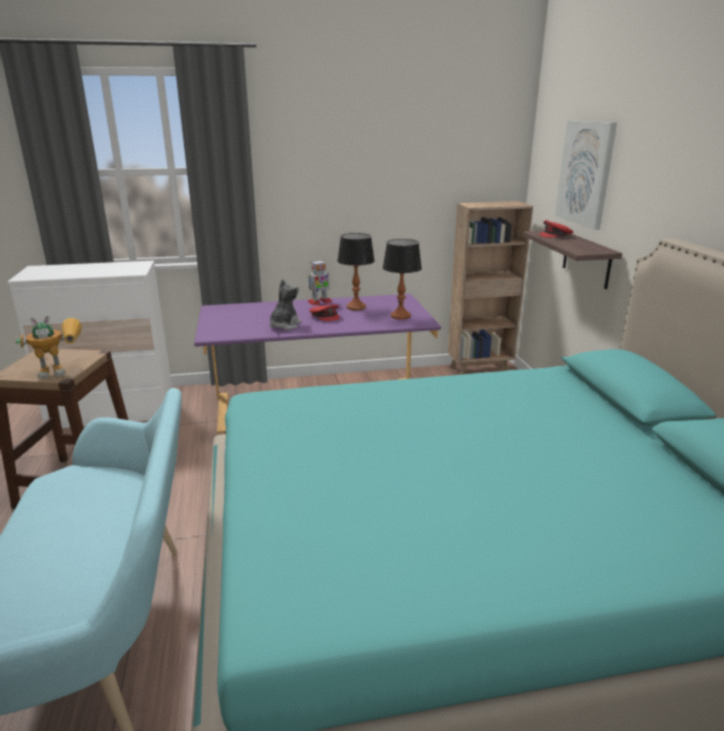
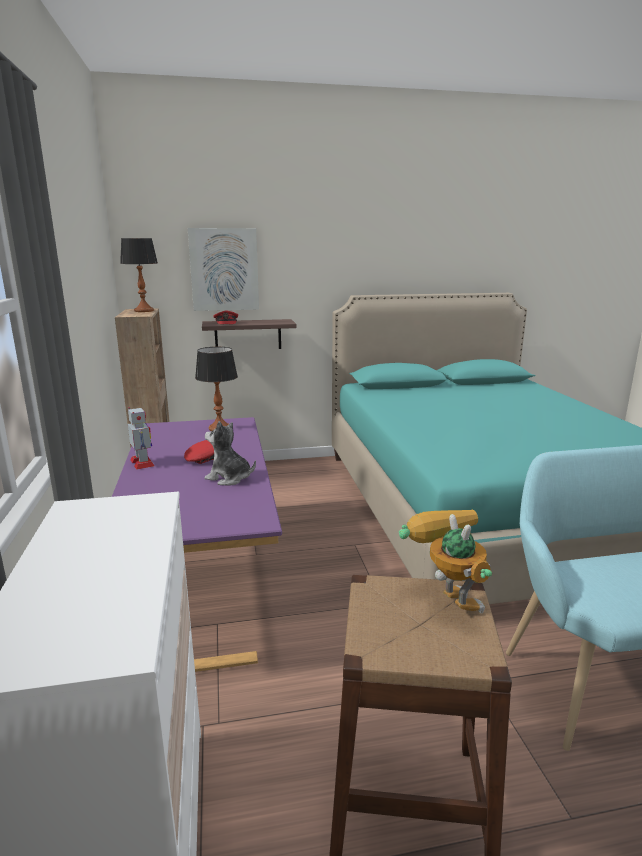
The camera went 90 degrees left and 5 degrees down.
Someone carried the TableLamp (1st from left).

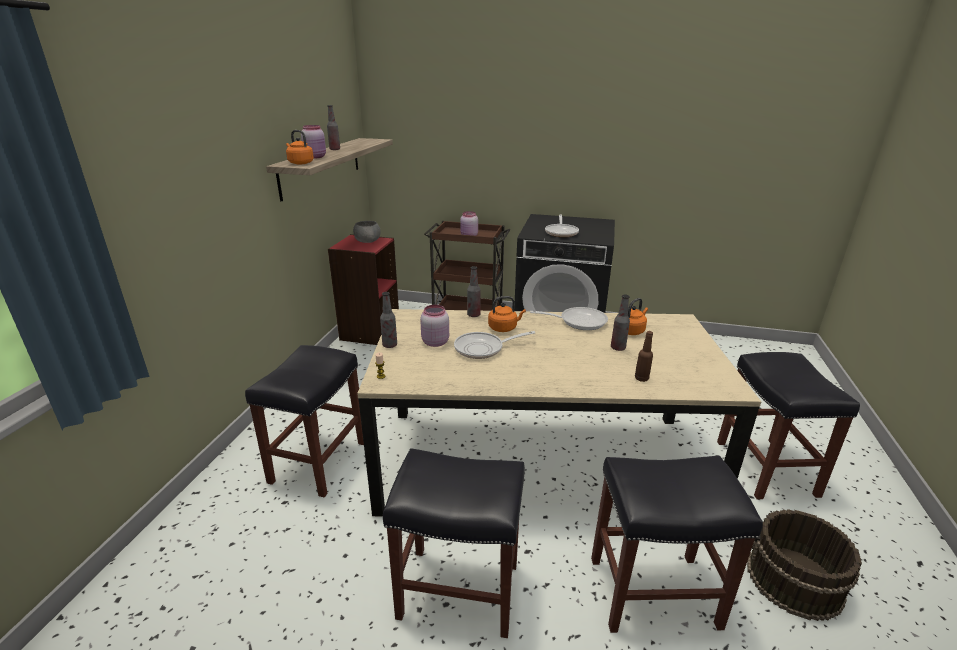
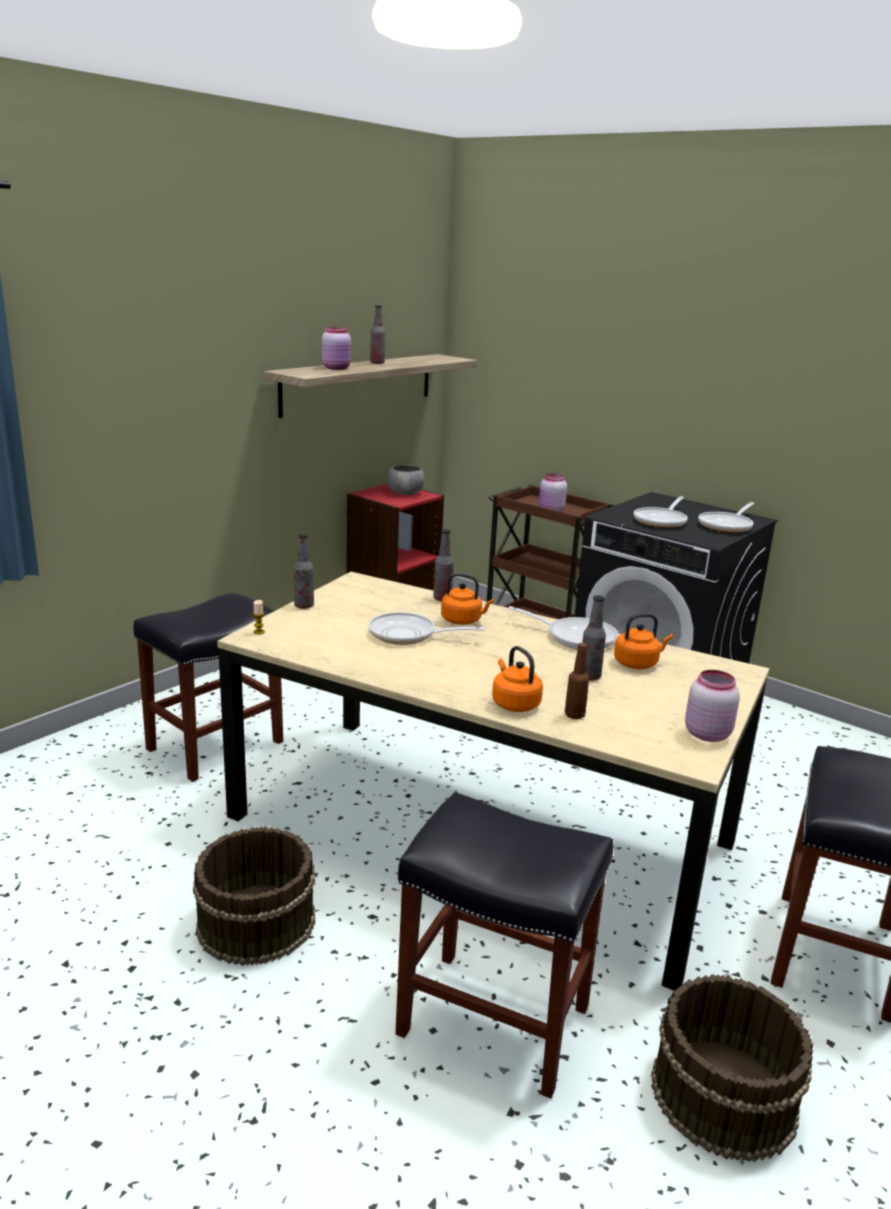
The camera went 25 degrees right and 5 degrees down.
Someone carried the OrangeKettle (1st from left in the first image).
Someone carried the PinkJar (2nd from left in the first image).
Someone swapped the BlackStool (2nd from left) for the BrownBucket (1st from left).
Someone put down the FryingPan (4th from left).

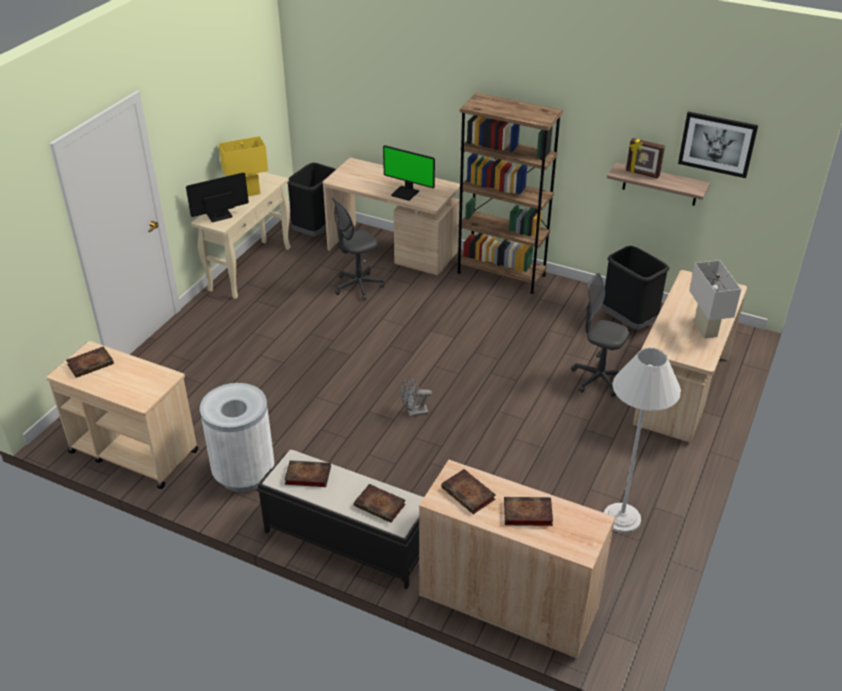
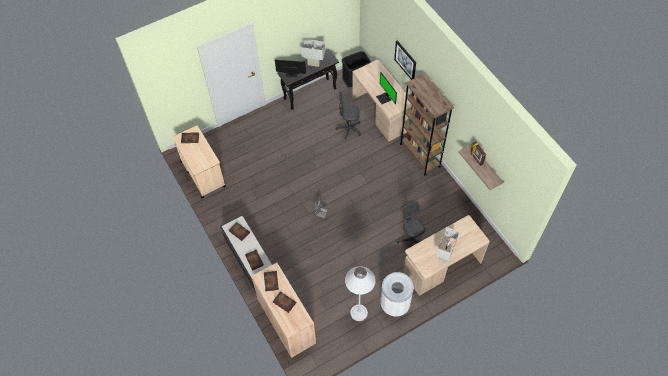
The camera went 35 degrees right and 20 degrees up.
Someone carried the Picture.
Someone repainted the YellowTableLamp, which became the WhiteTableLamp (1st from left).
Someone repainted the BeigeConsoleTable, which became the BlackConsoleTable.
Someone took away the BlackTrashCan (2nd from left).
Someone carried the WhiteTrashCan.

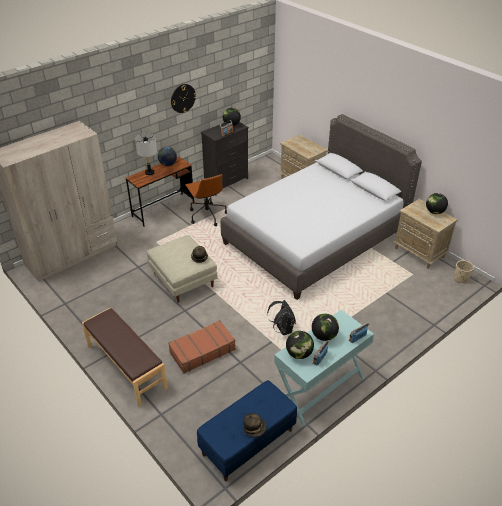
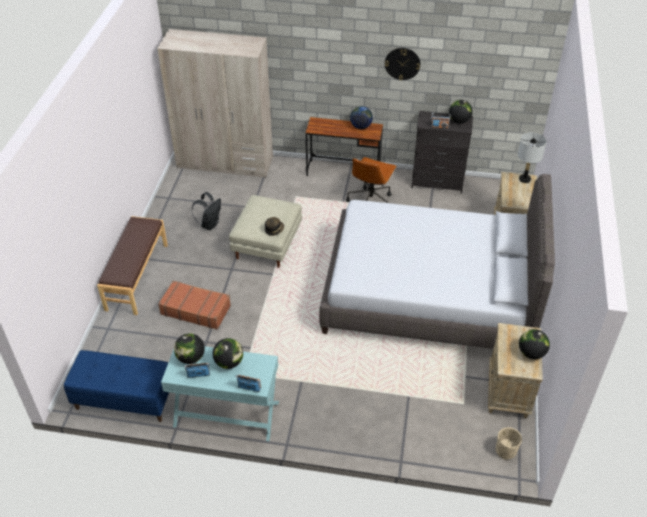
The camera went 50 degrees right and 5 degrees up.
Someone carried the GreyTableLamp.
Someone carried the BlackBackpack.
Someone took away the Hat (2nd from left).

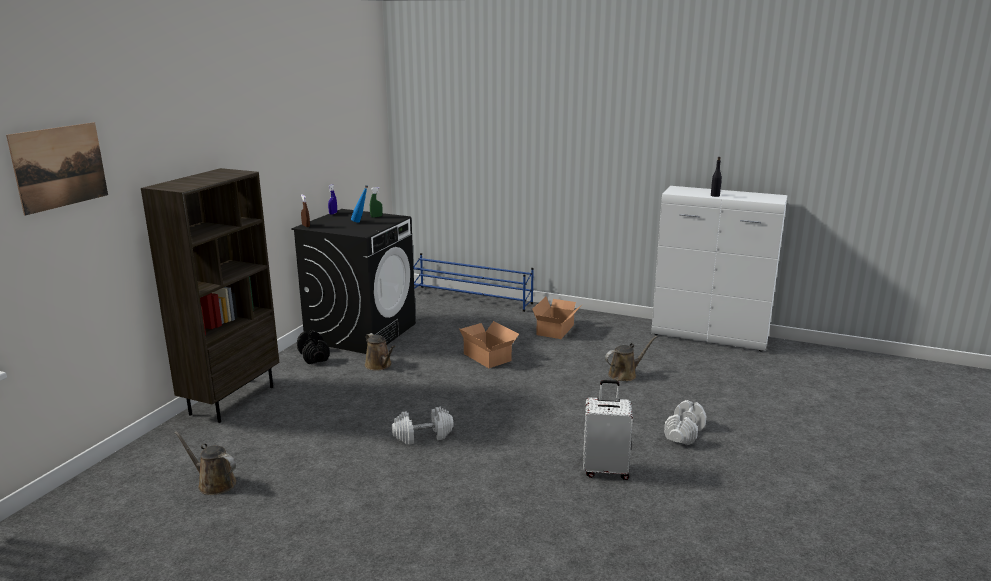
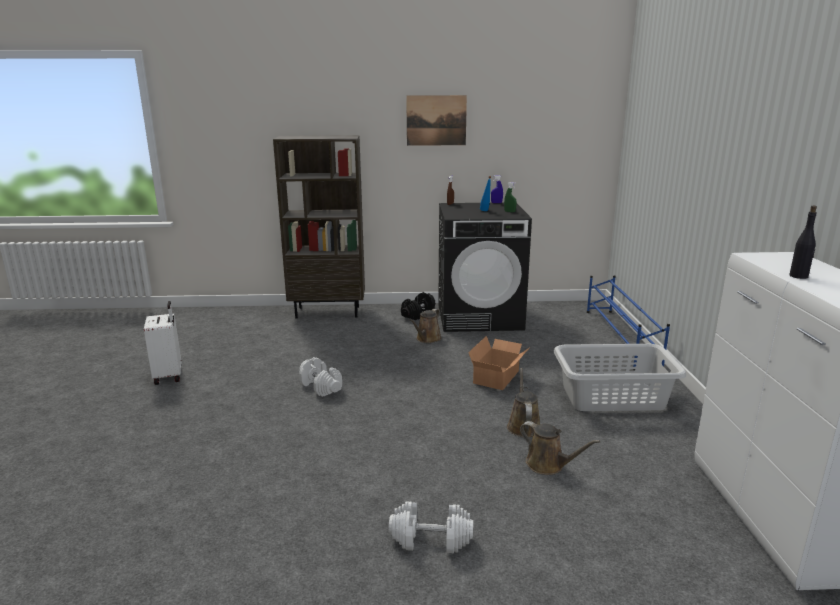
The camera went 65 degrees right and 0 degrees up.
Someone carried the Picture.
Someone swapped the CardboardBox (2nd from left) for the GreyLaundryBasket.
Someone carried the WhiteSuitcase.
Someone carried the BrownWateringCan (1st from left in the first image).

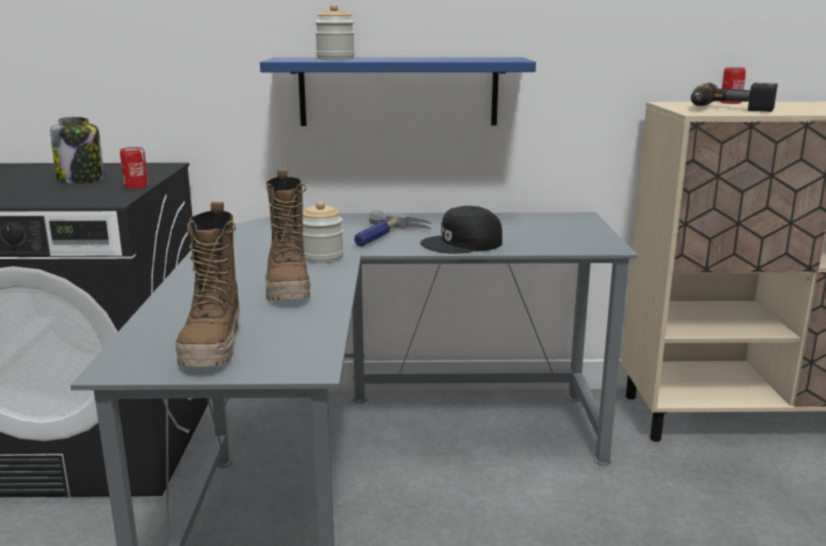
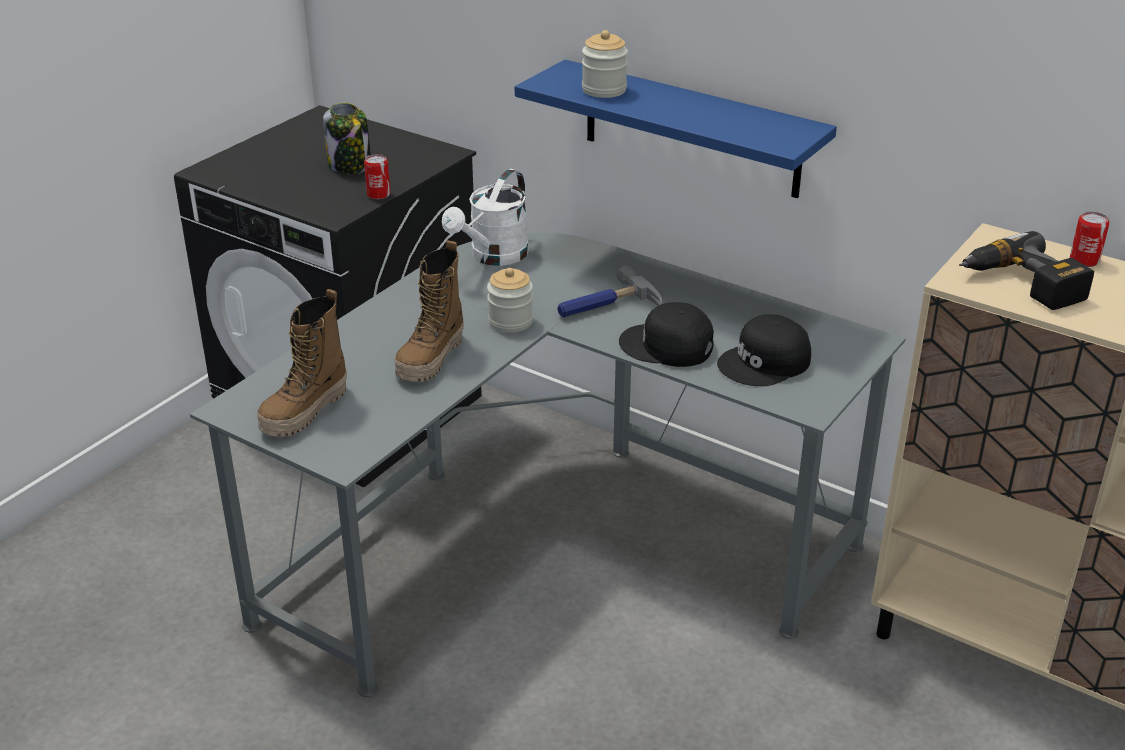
The camera went 35 degrees right and 15 degrees up.
Someone put down the WhiteWateringCan.
Someone put down the BlackCap (2nd from left).

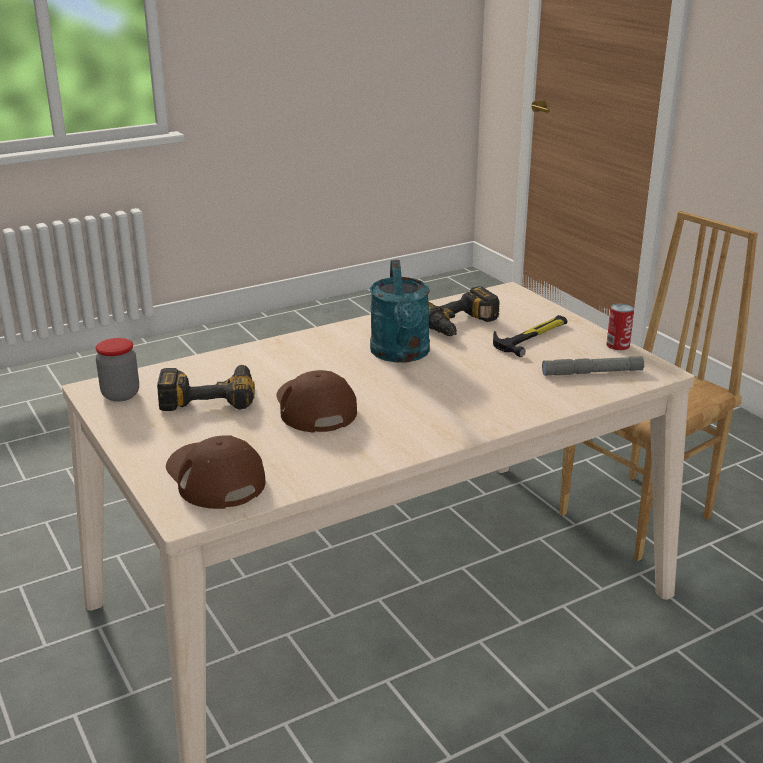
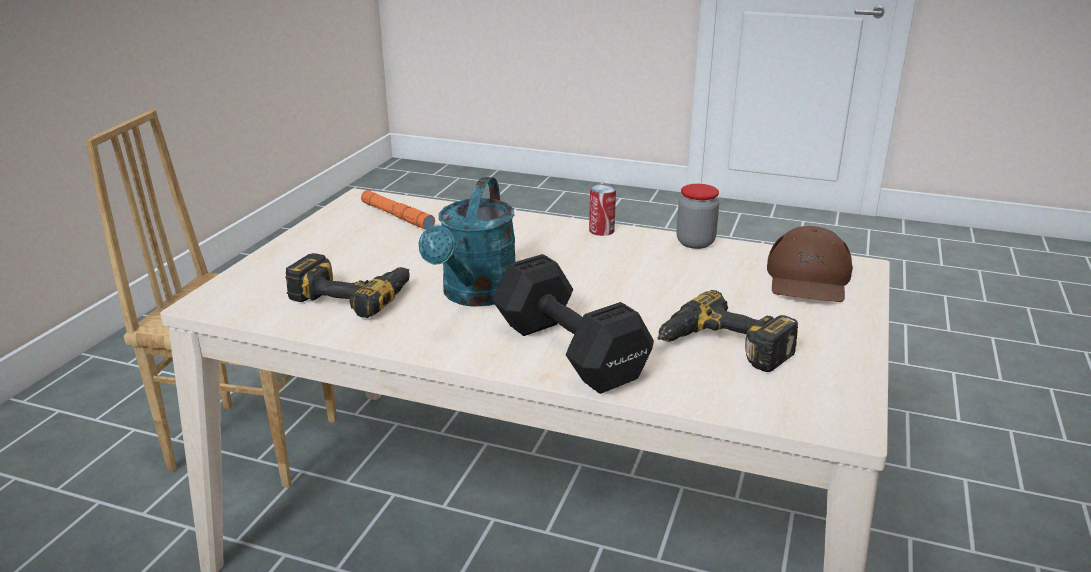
The camera went 130 degrees left and 0 degrees up.
Someone rotated the TurquoiseWateringCan by 150 degrees clockwise.
Someone carried the Can.
Someone took away the Hammer.
Someone carried the Jar.
Someone repainted the GreyFlashlight, which became the OrangeFlashlight.
Someone took away the BrownCap (2nd from left).
Someone put down the BlackDumbbell.

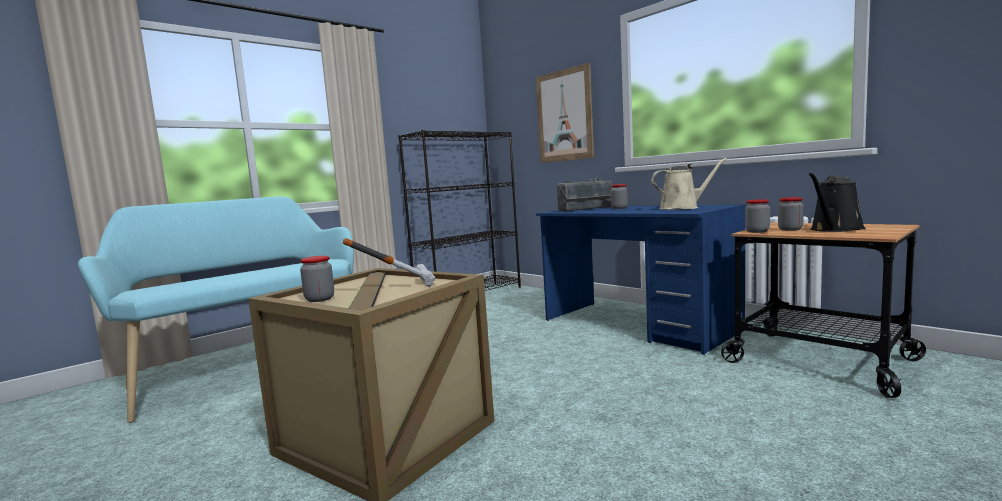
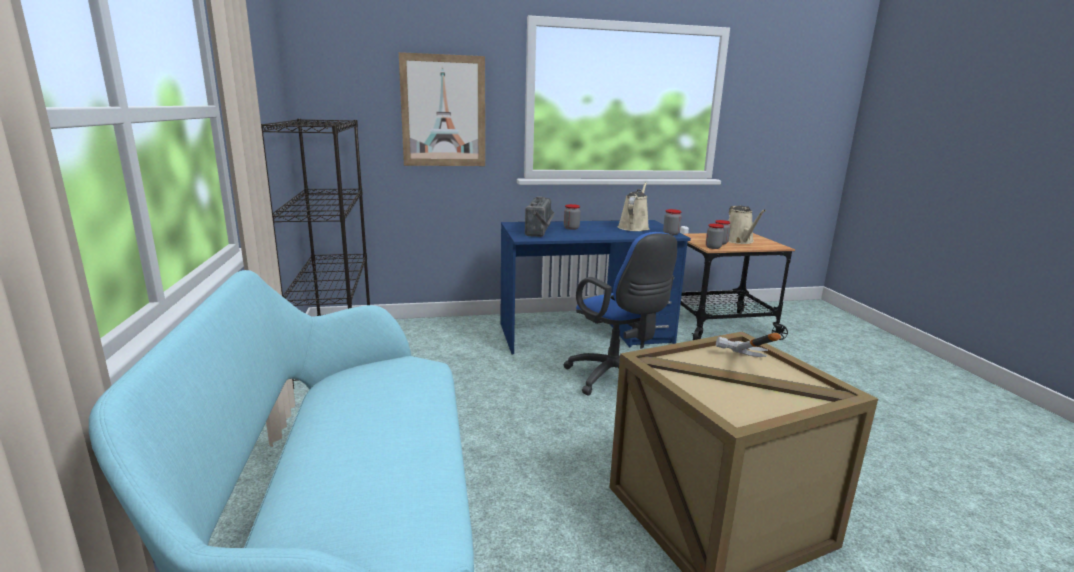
The camera went 60 degrees left and 10 degrees up.
Someone repainted the BlackWateringCan, which became the BeigeWateringCan (2nd from left).
Someone carried the Jar (1st from left in the first image).
Someone put down the BlueOfficeChair.

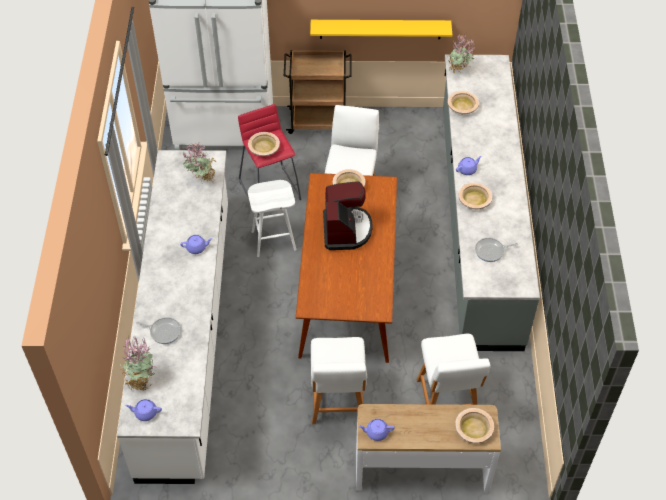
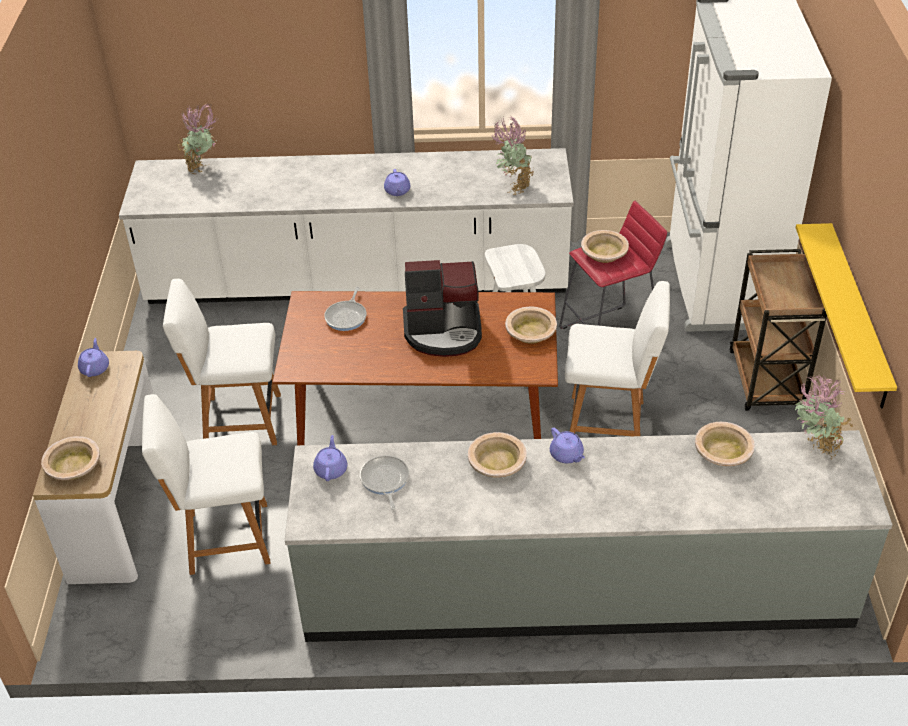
The camera went 90 degrees right and 10 degrees down.
Someone carried the FryingPan (1st from left).
Someone carried the PurpleTeapot (1st from left in the first image).

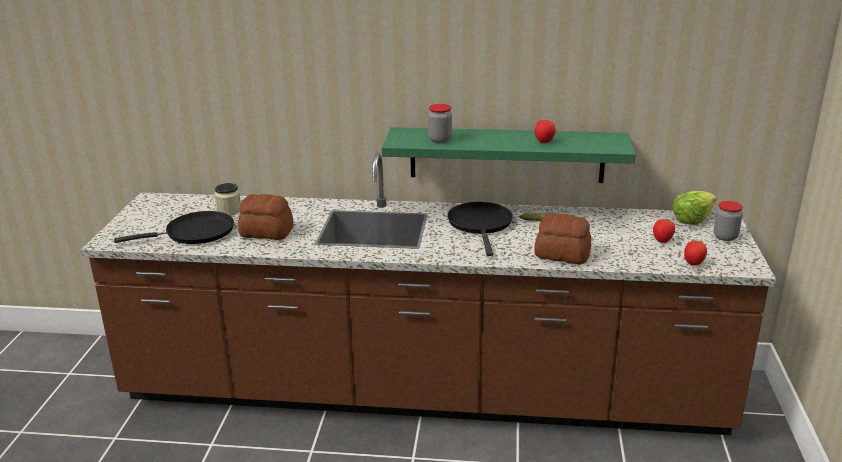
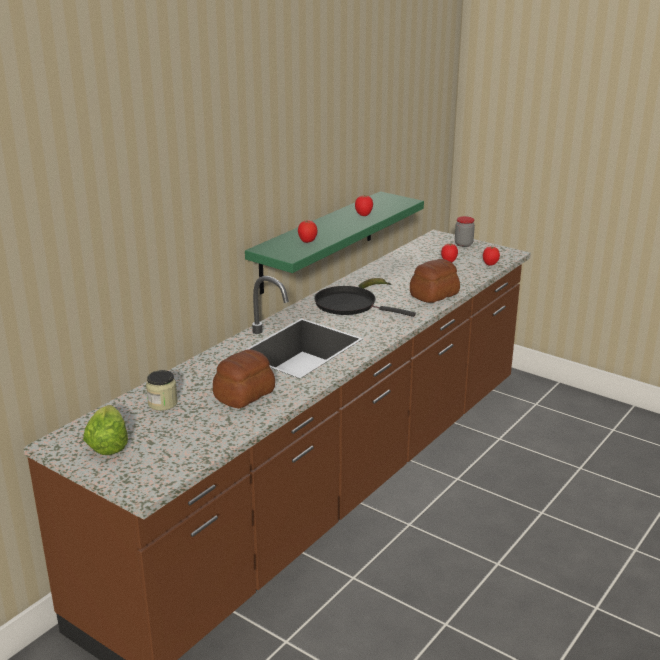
The camera went 60 degrees left and 0 degrees up.
Someone swapped the Jar (2nd from left) for the Tomato (1st from left).
Someone carried the Lettuce.
Someone took away the BlackFryingPan (1st from left).

